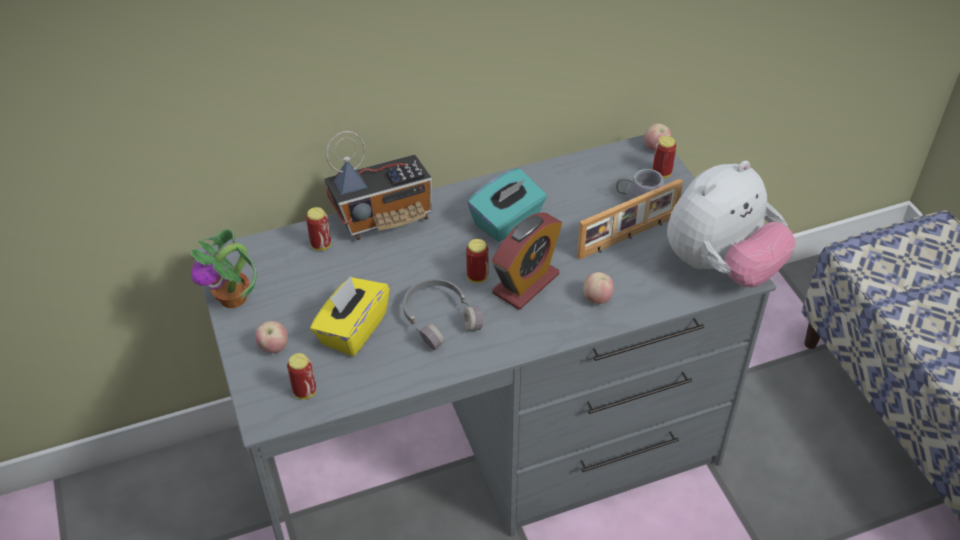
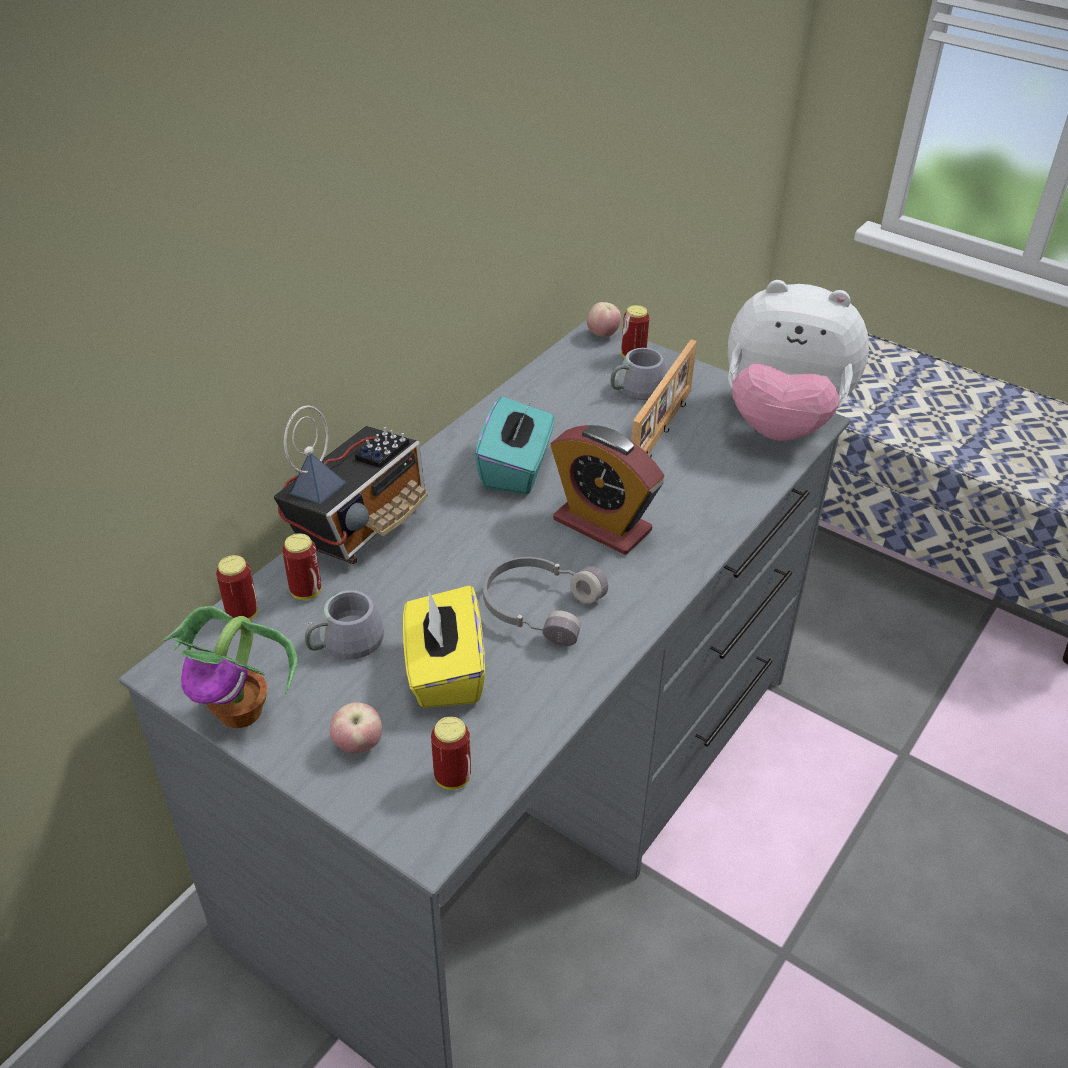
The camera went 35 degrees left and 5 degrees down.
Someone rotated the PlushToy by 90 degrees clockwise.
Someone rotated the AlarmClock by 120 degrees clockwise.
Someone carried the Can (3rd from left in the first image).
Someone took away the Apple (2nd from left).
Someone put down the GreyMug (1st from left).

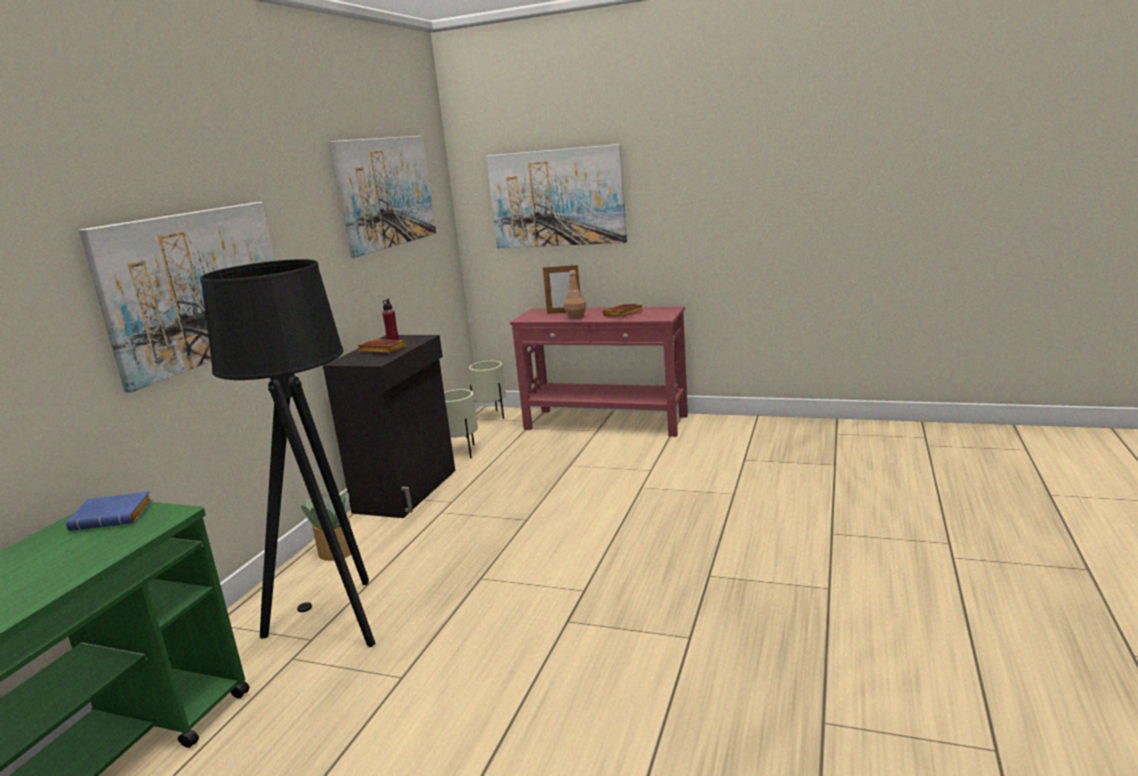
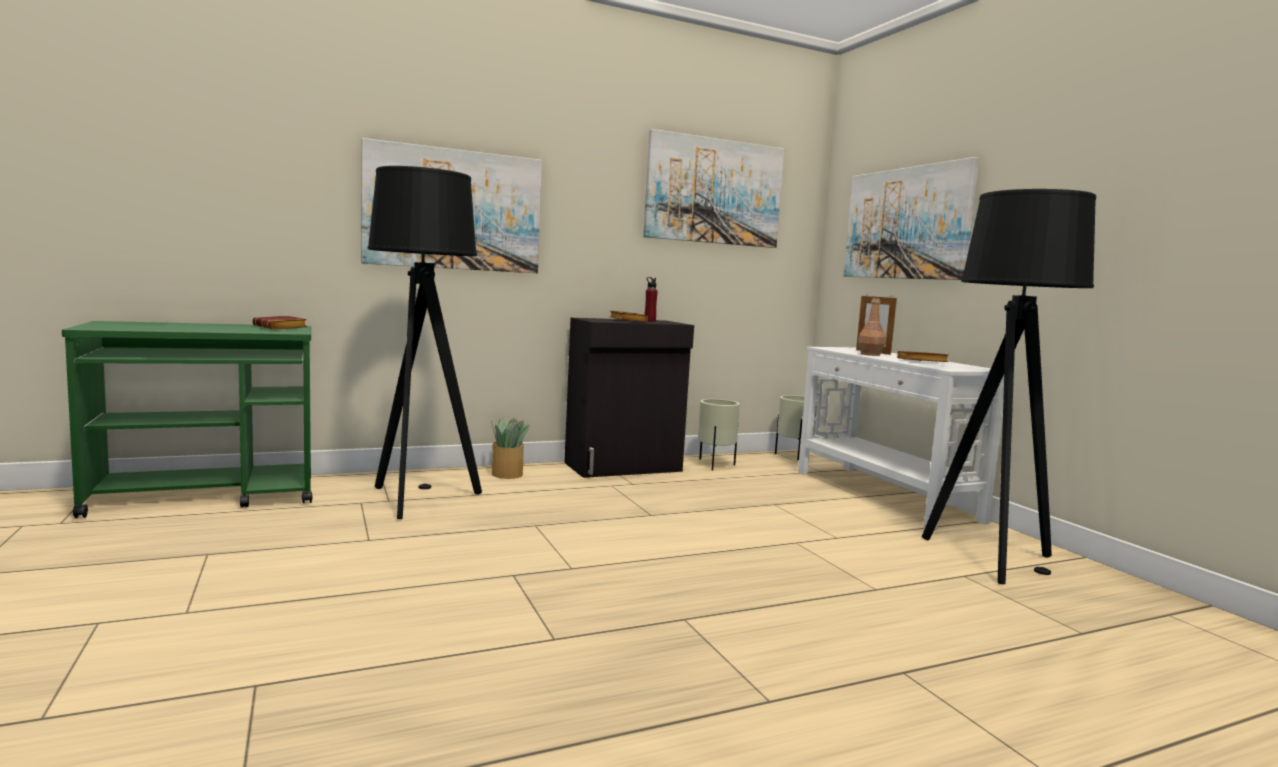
The camera went 45 degrees right and 10 degrees down.
Someone repainted the RedConsoleTable, which became the WhiteConsoleTable.
Someone repainted the BlueBook, which became the BrownBook (1st from left).
Someone put down the BlackFloorLamp (2nd from left).

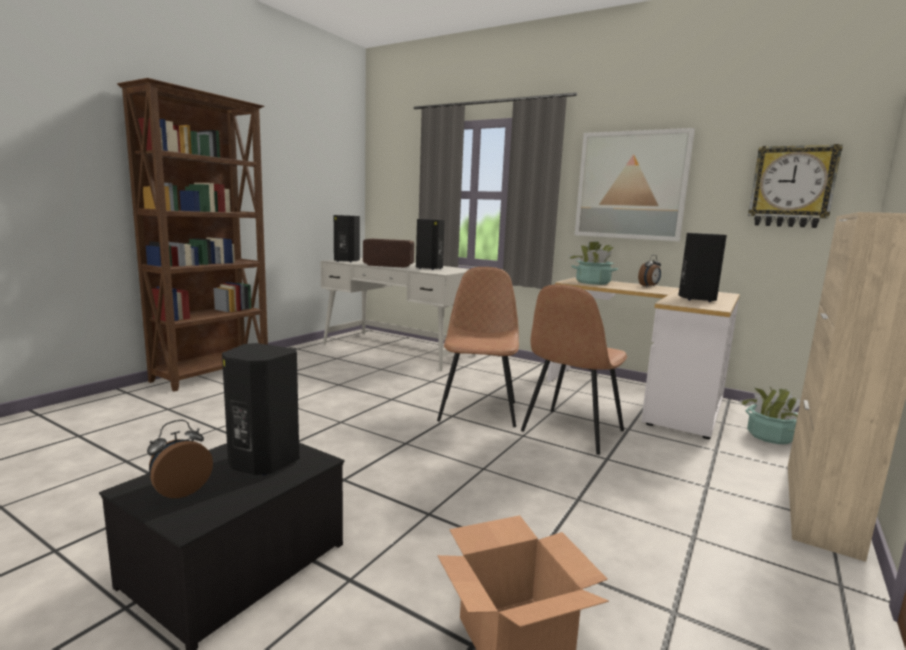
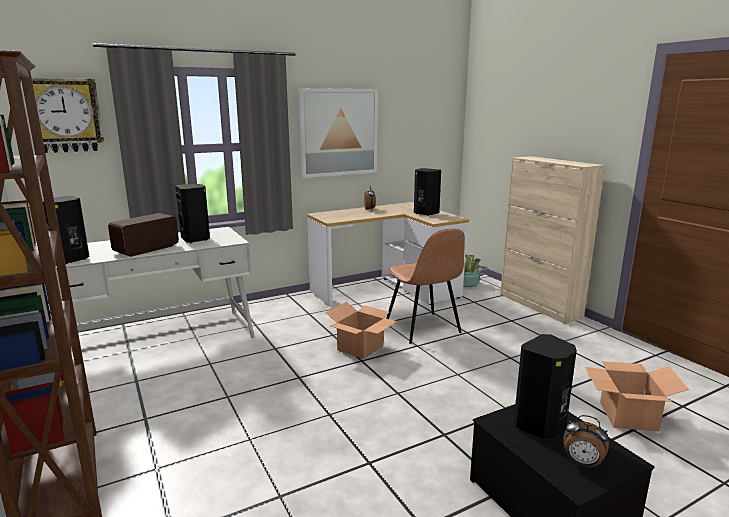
The camera went 60 degrees left and 5 degrees up.
Someone carried the WallClock.
Someone took away the PottedPlant (1st from left).
Someone swapped the BrownChair (1st from left) for the CardboardBox (1st from left).
Someone rotated the AlarmClock (1st from left in the first image) by 45 degrees counterclockwise.

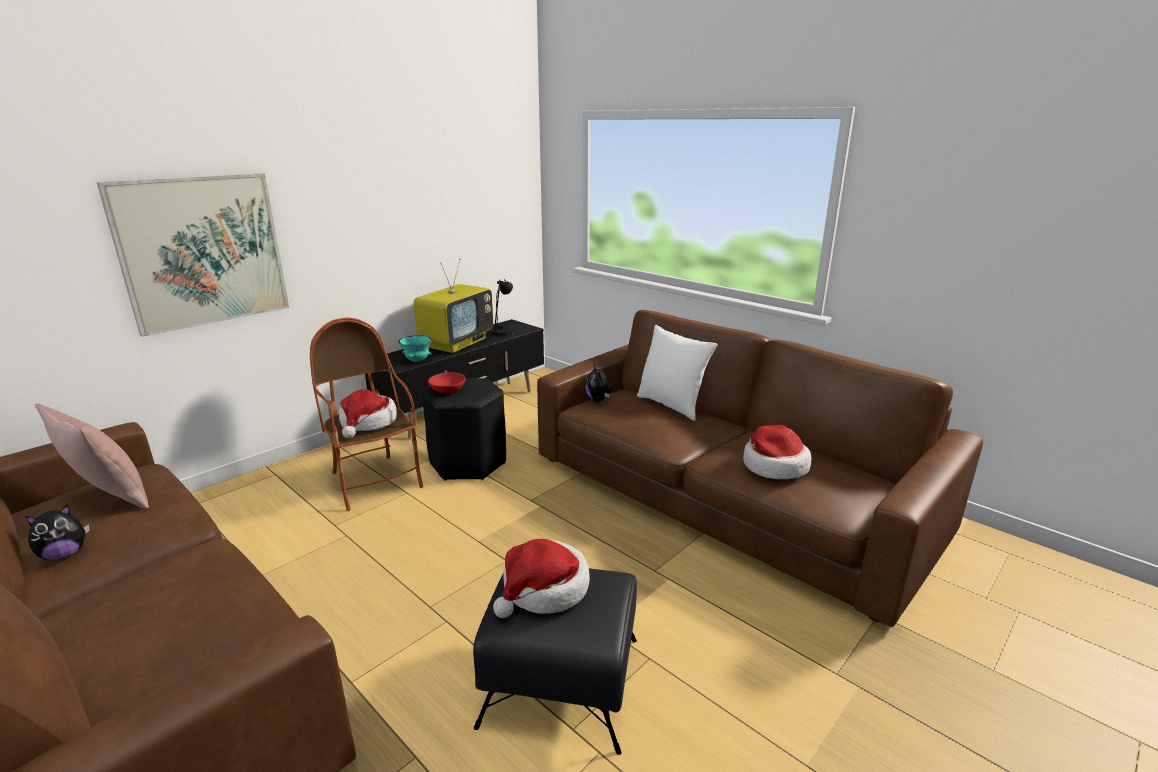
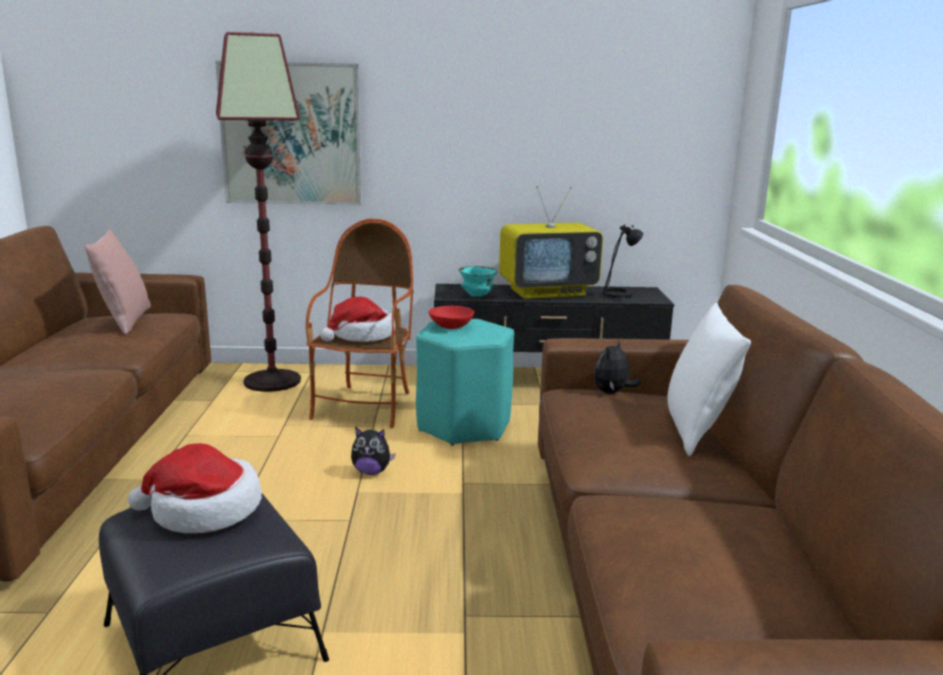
The camera went 45 degrees right and 5 degrees down.
Someone repainted the BlackStool, which became the TurquoiseStool.
Someone took away the Hat (3rd from left).
Someone carried the PlushToy (1st from left).
Someone put down the FloorLamp.

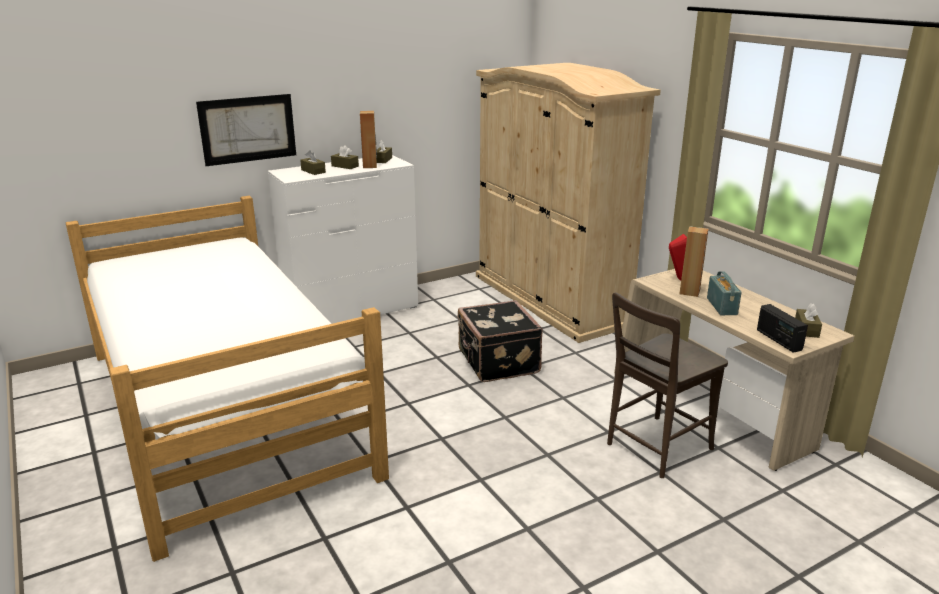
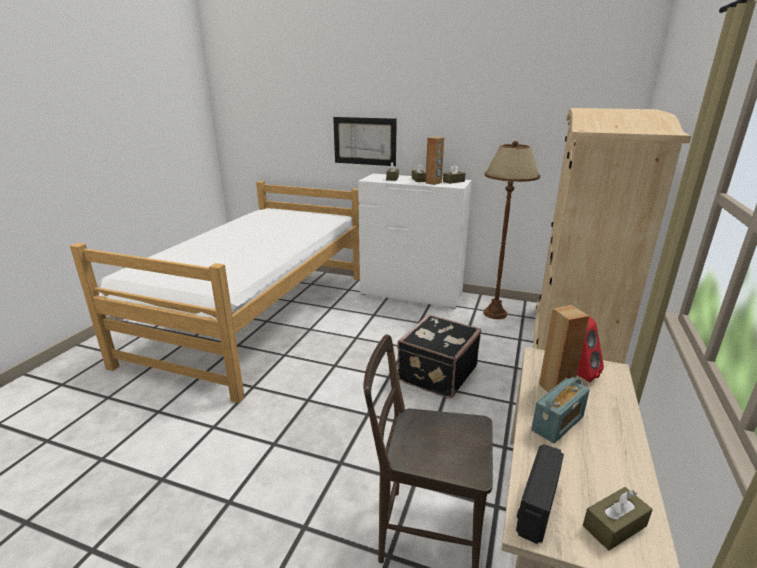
The camera went 50 degrees right and 0 degrees up.
Someone put down the BrownFloorLamp.

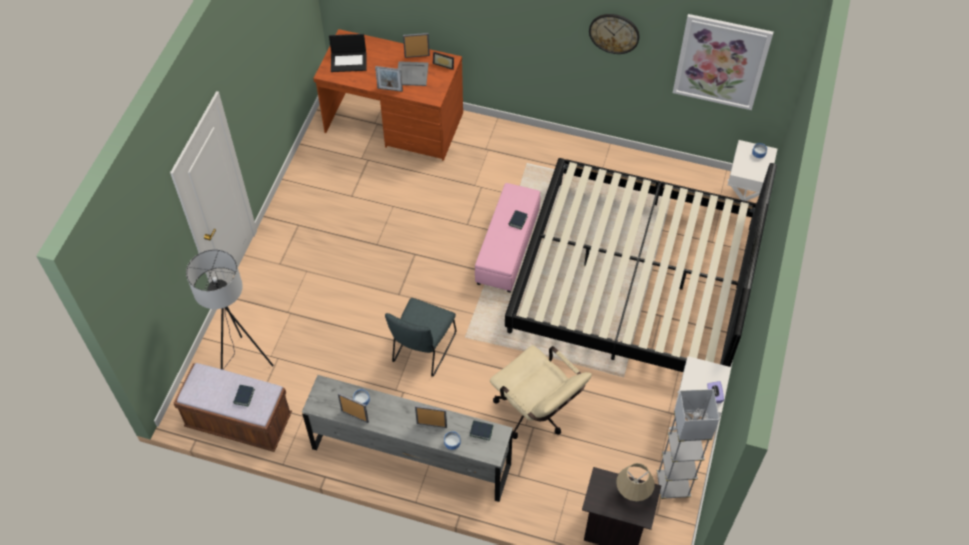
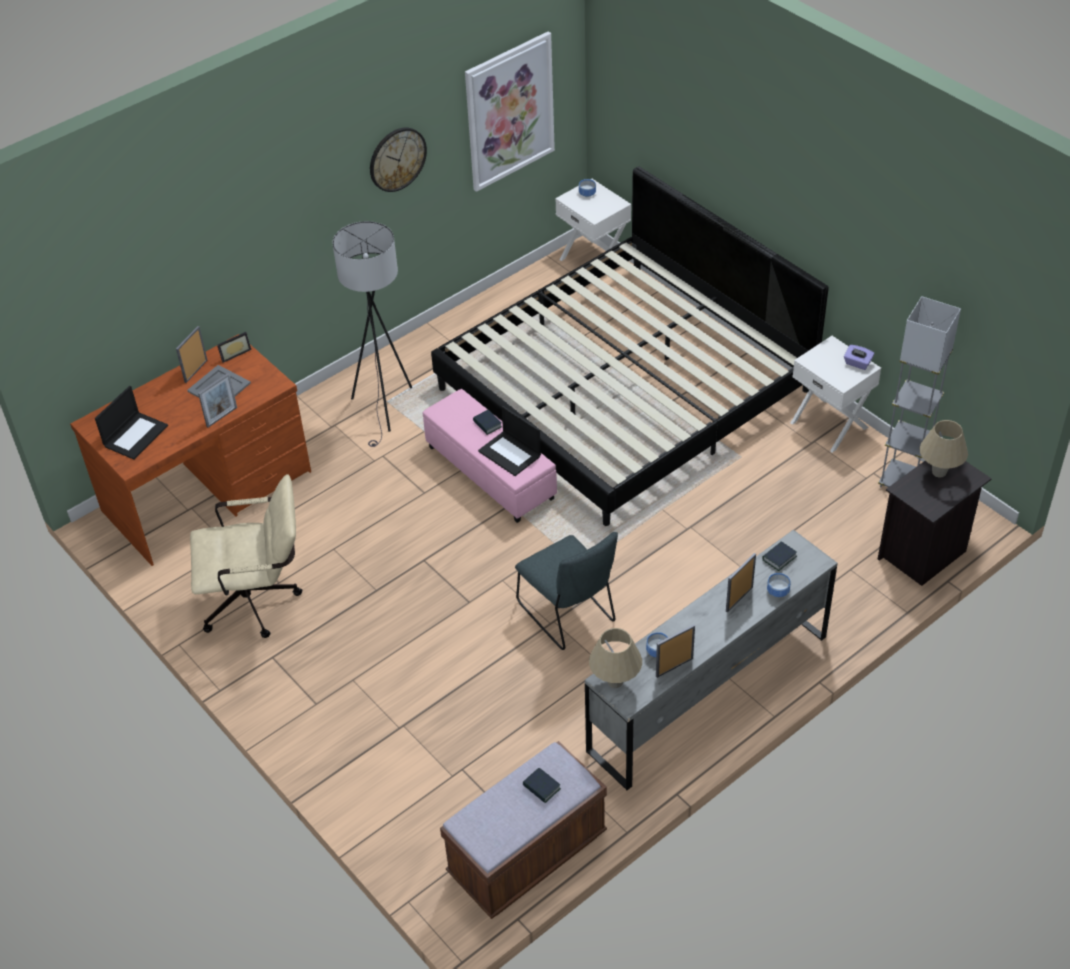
The camera went 55 degrees left and 10 degrees down.
Someone carried the GreyFloorLamp (1st from left).
Someone carried the BeigeOfficeChair.
Someone put down the Laptop (2nd from left).
Someone put down the BeigeTableLamp (1st from left).

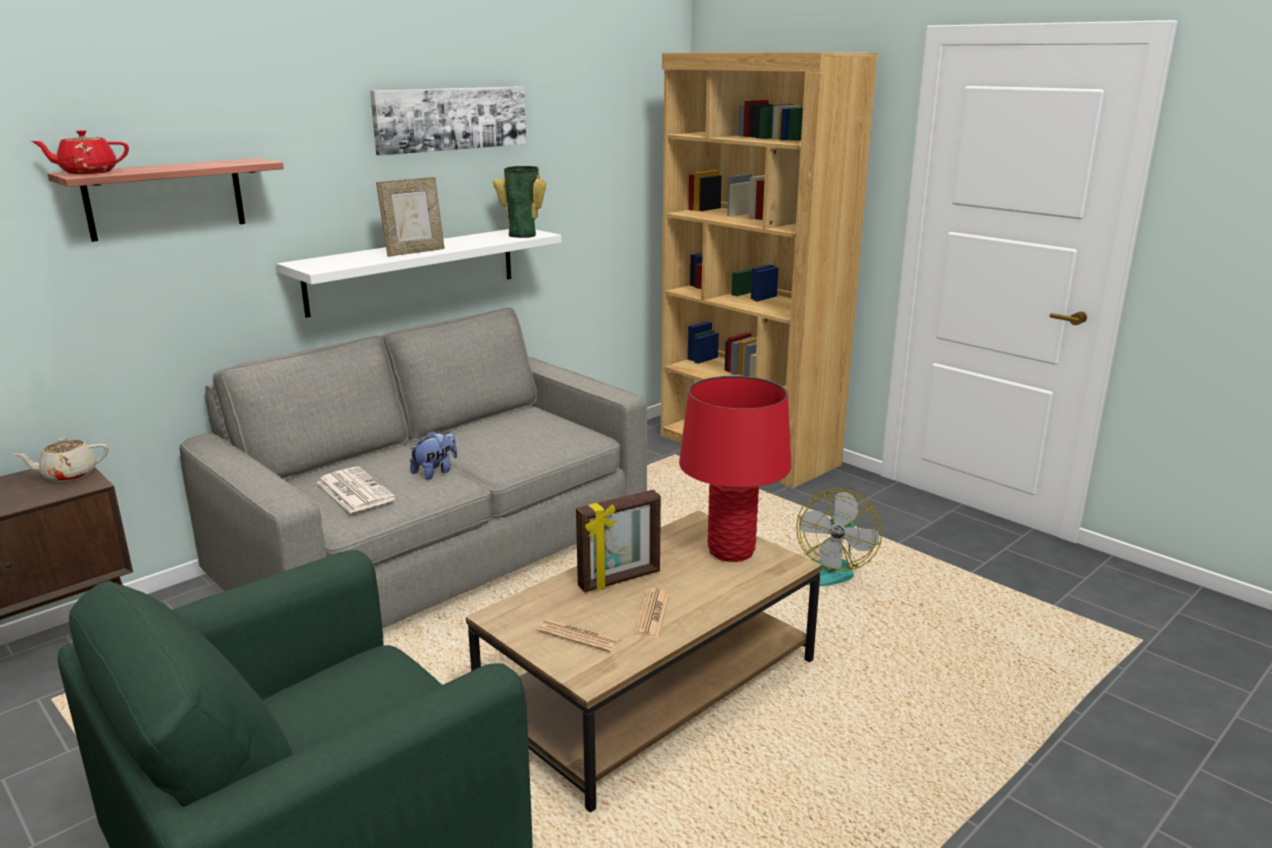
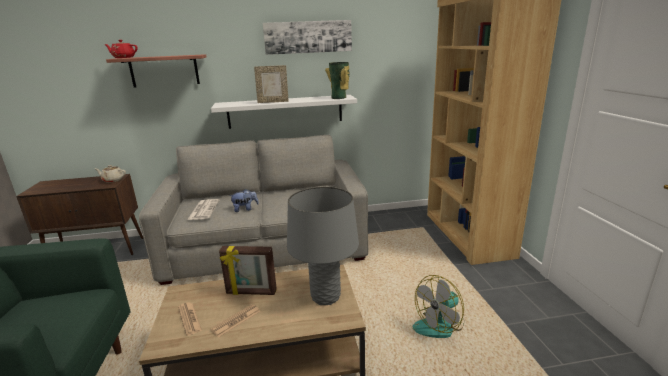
The camera went 35 degrees right and 0 degrees up.
Someone repainted the RedTableLamp, which became the GreyTableLamp.

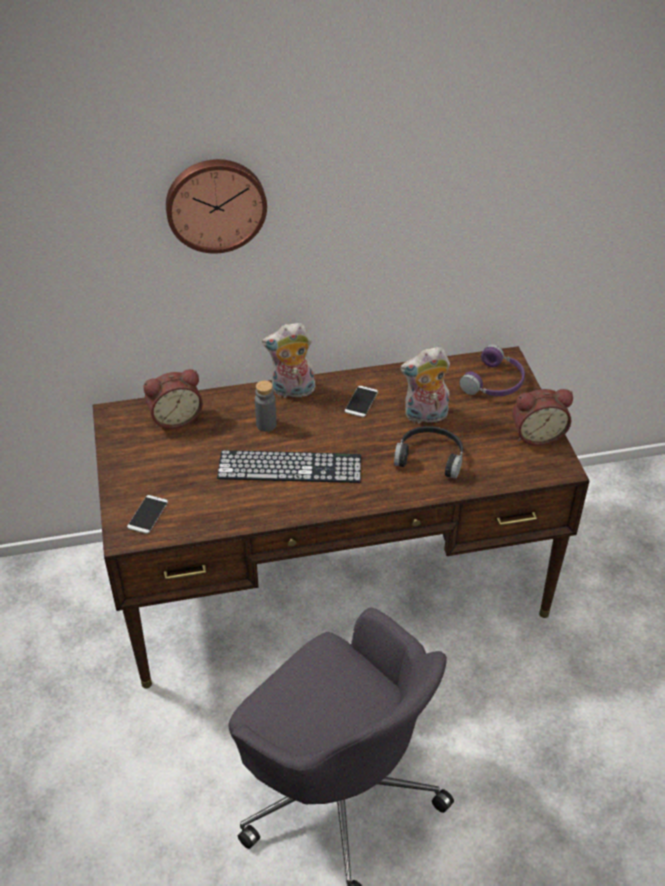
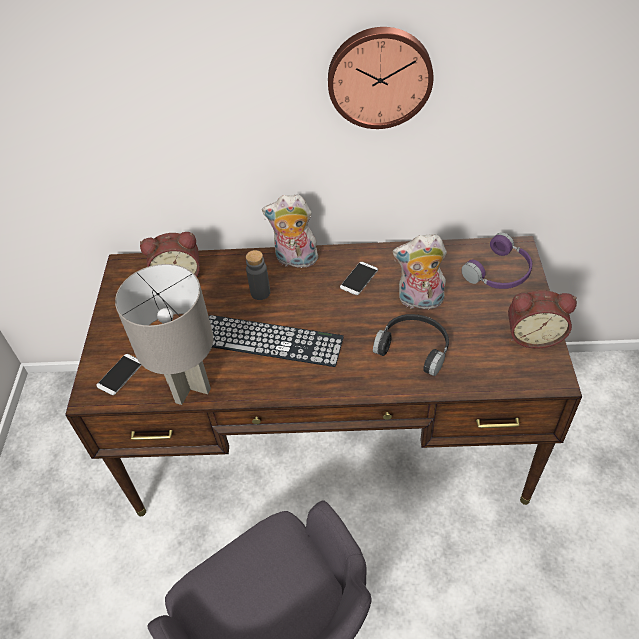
The camera went 15 degrees right and 5 degrees up.
Someone carried the WallClock.
Someone put down the GreyTableLamp.

